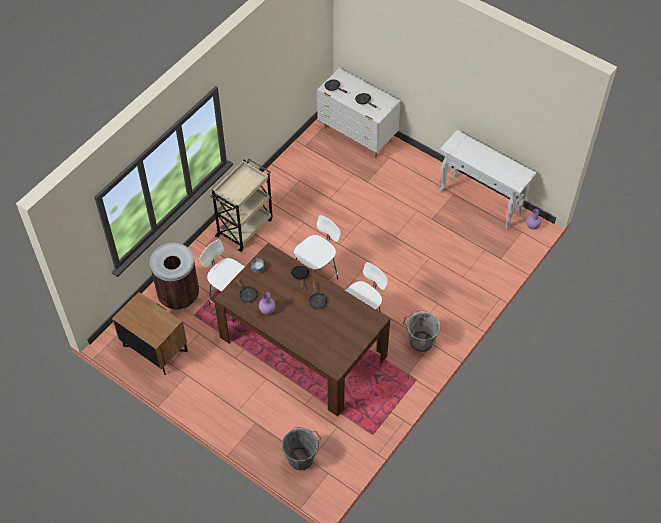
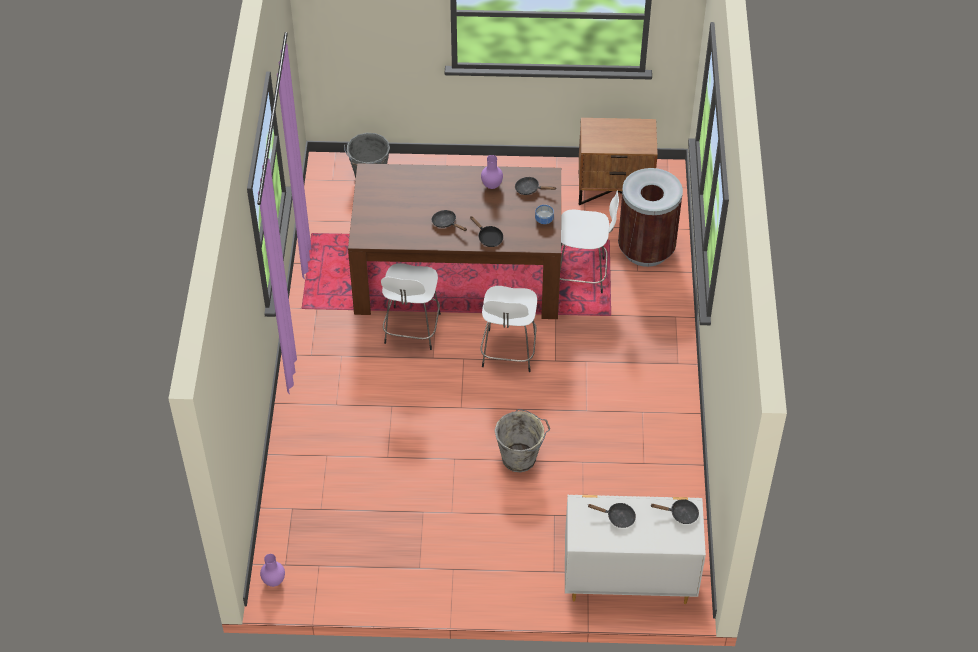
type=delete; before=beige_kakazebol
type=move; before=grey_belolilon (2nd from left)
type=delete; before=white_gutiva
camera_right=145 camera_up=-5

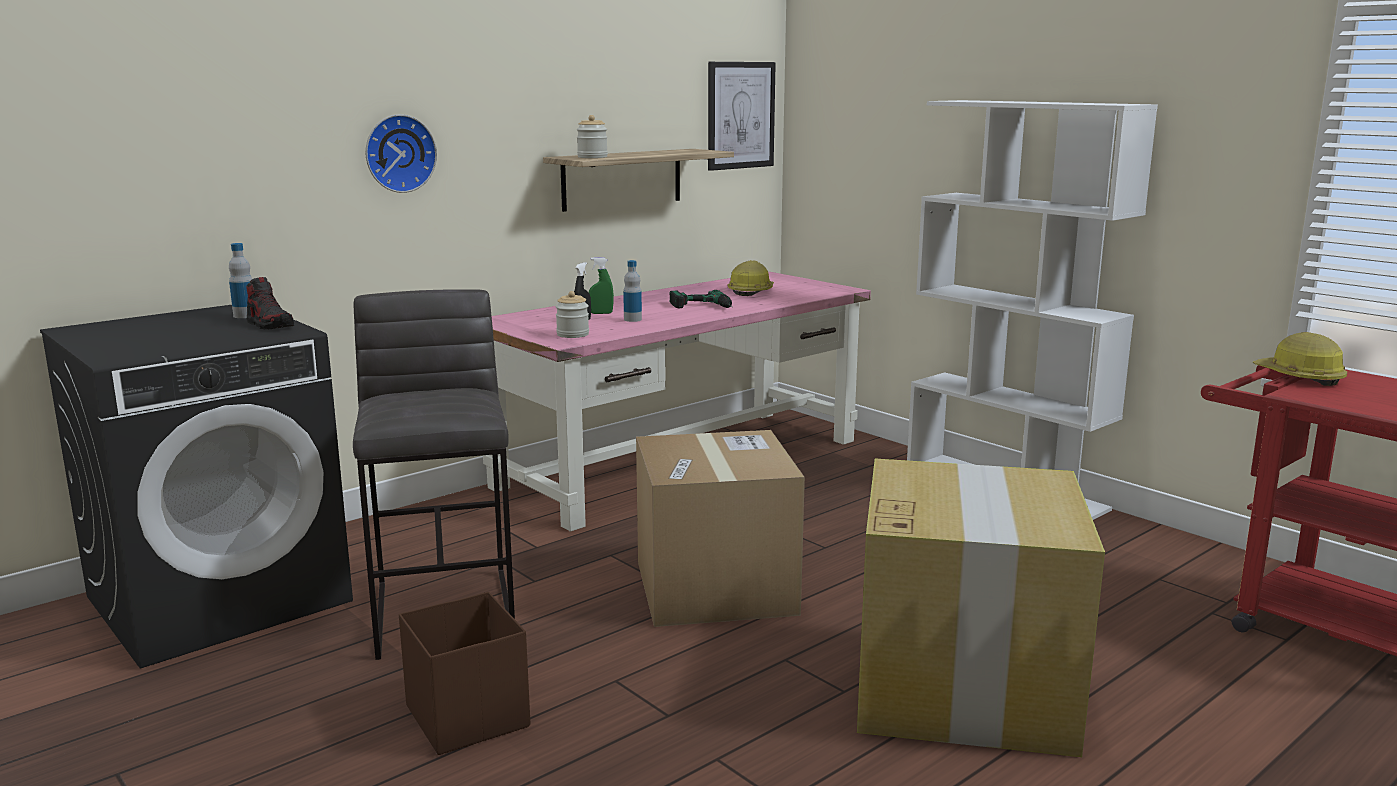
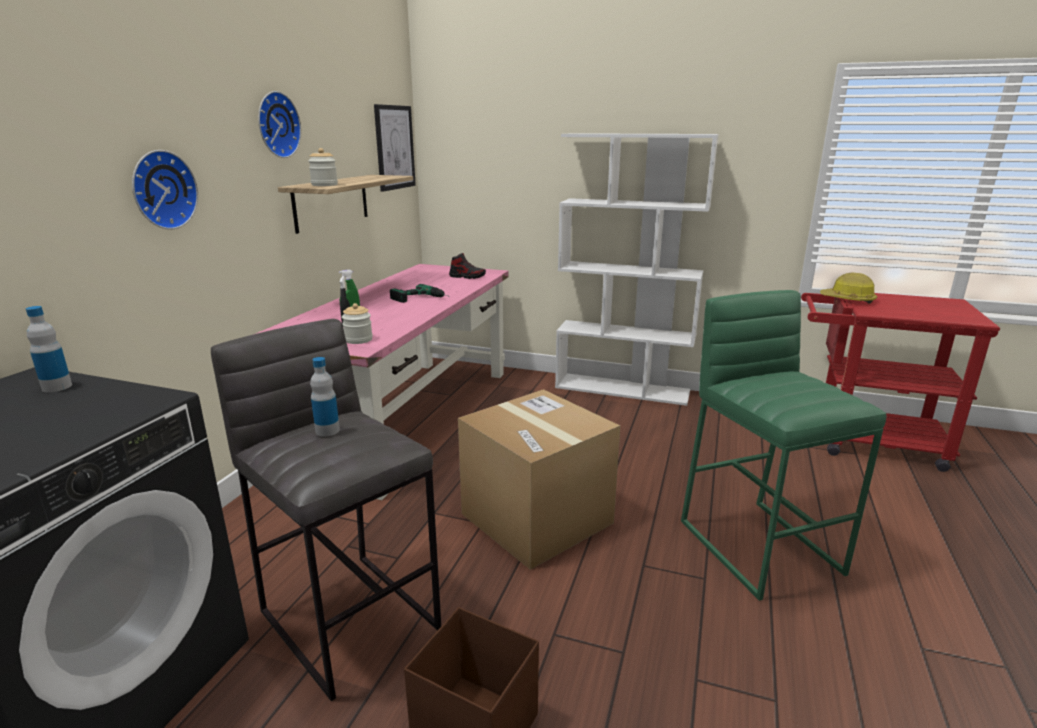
type=move; before=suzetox
type=move; before=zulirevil (2nd from left)
type=delete; before=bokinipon (1st from left)
type=replace; before=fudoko (2nd from left); after=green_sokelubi
type=insert; after=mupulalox (2nd from left)
camera_right=-30 camera_up=5

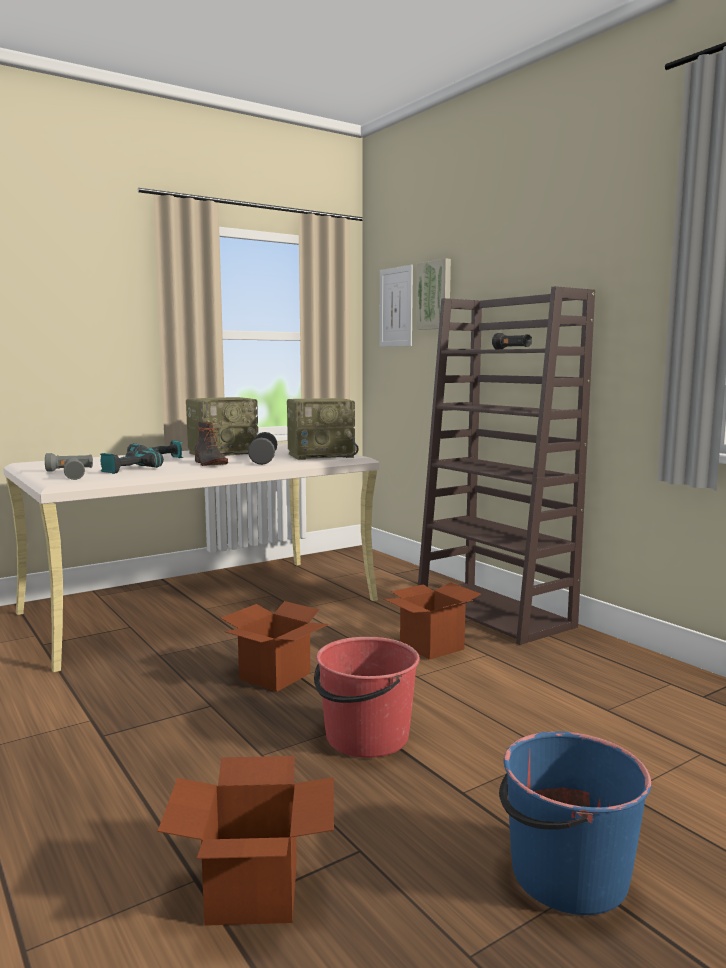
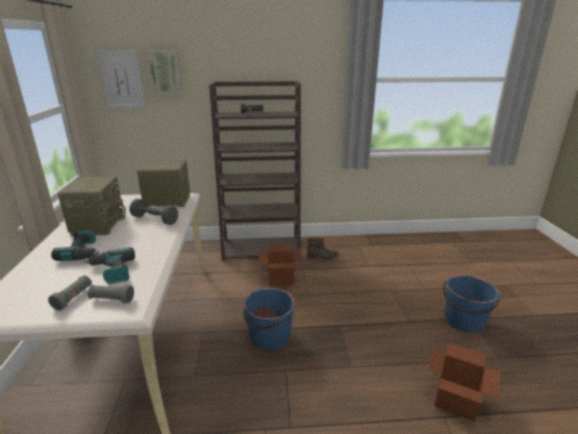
type=move; before=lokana
type=replace; before=fudoko (2nd from left); after=blue_belolilon (1st from left)
type=rotate; before=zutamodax (2nd from left); turn=-105
type=delete; before=red_belolilon
camera_right=-60 camera_up=15

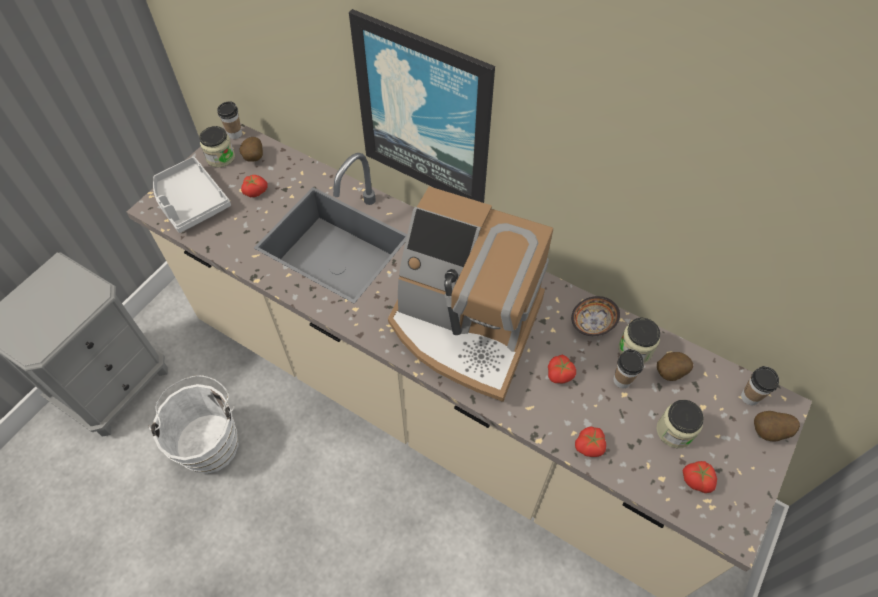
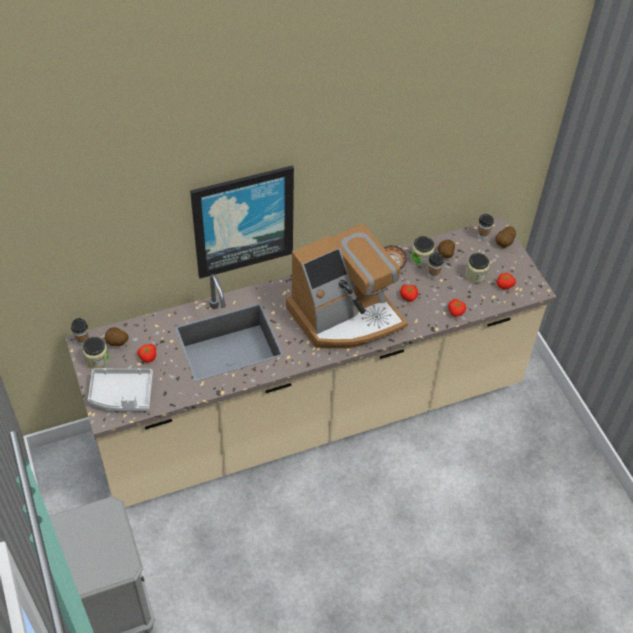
type=delete; before=white_belolilon
camera_right=-55 camera_up=-5

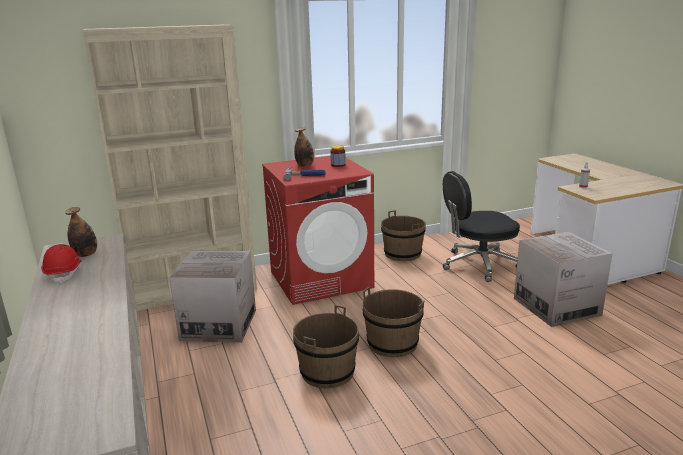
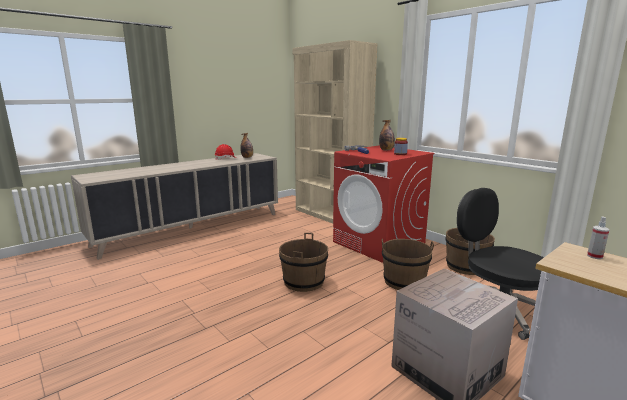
type=delete; before=fudoko (1st from left)
type=move; before=brown_belolilon (1st from left in the first image); after=brown_belolilon (2nd from left)
camera_right=70 camera_up=-5

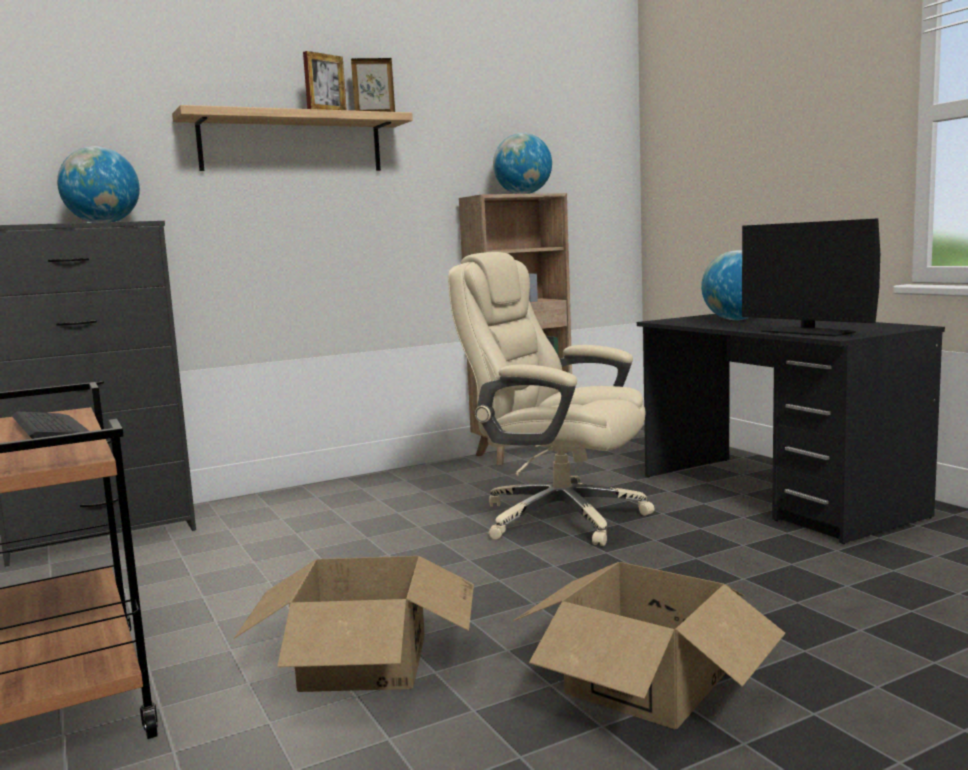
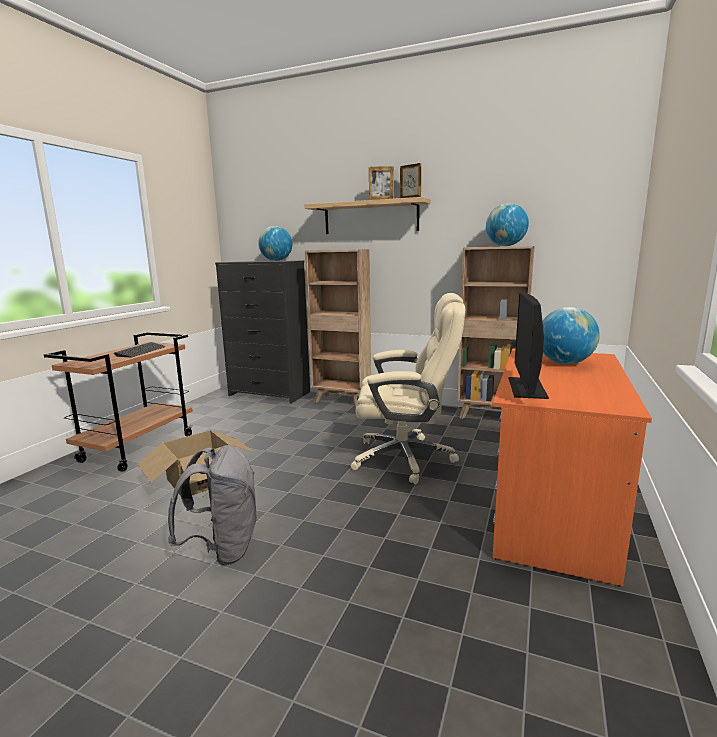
type=rotate; before=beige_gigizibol; turn=105
type=replace; before=fudoko (2nd from left); after=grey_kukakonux
type=recolor; before=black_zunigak; after=orange_zunigak
type=insert; after=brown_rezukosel (1st from left)
camera_right=50 camera_up=5

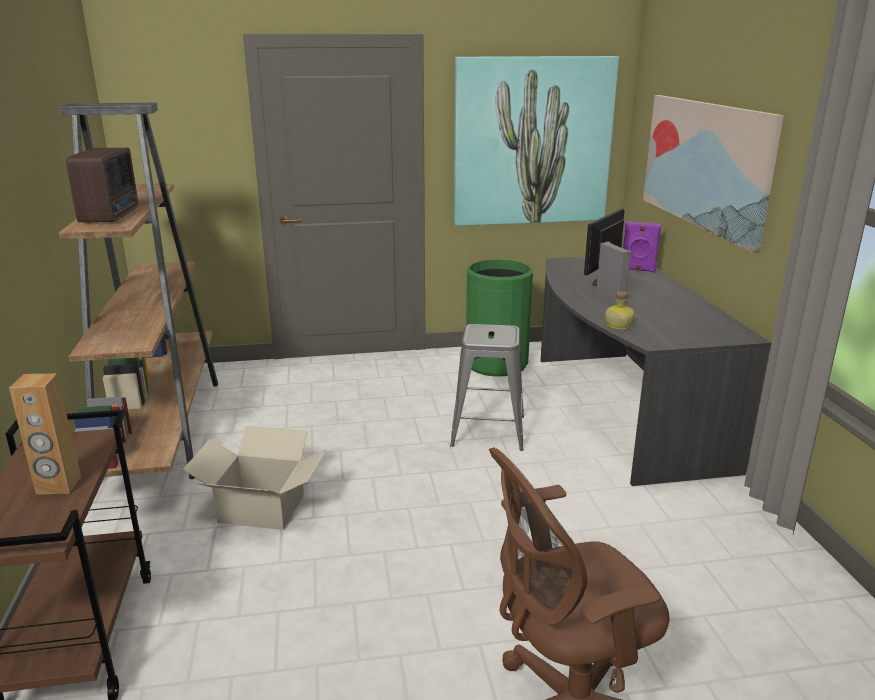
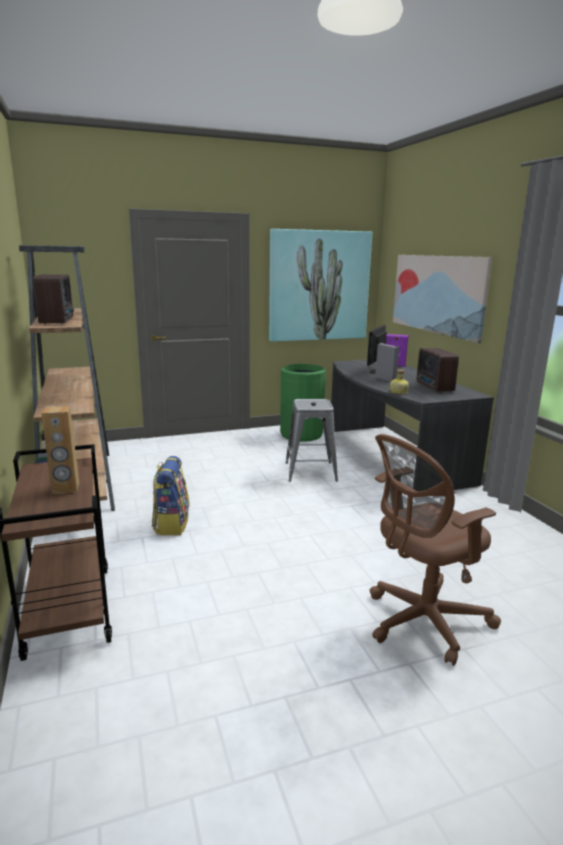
type=replace; before=fudoko; after=kukakonux
type=insert; after=zutamodax (2nd from left)
camera_right=-10 camera_up=-5

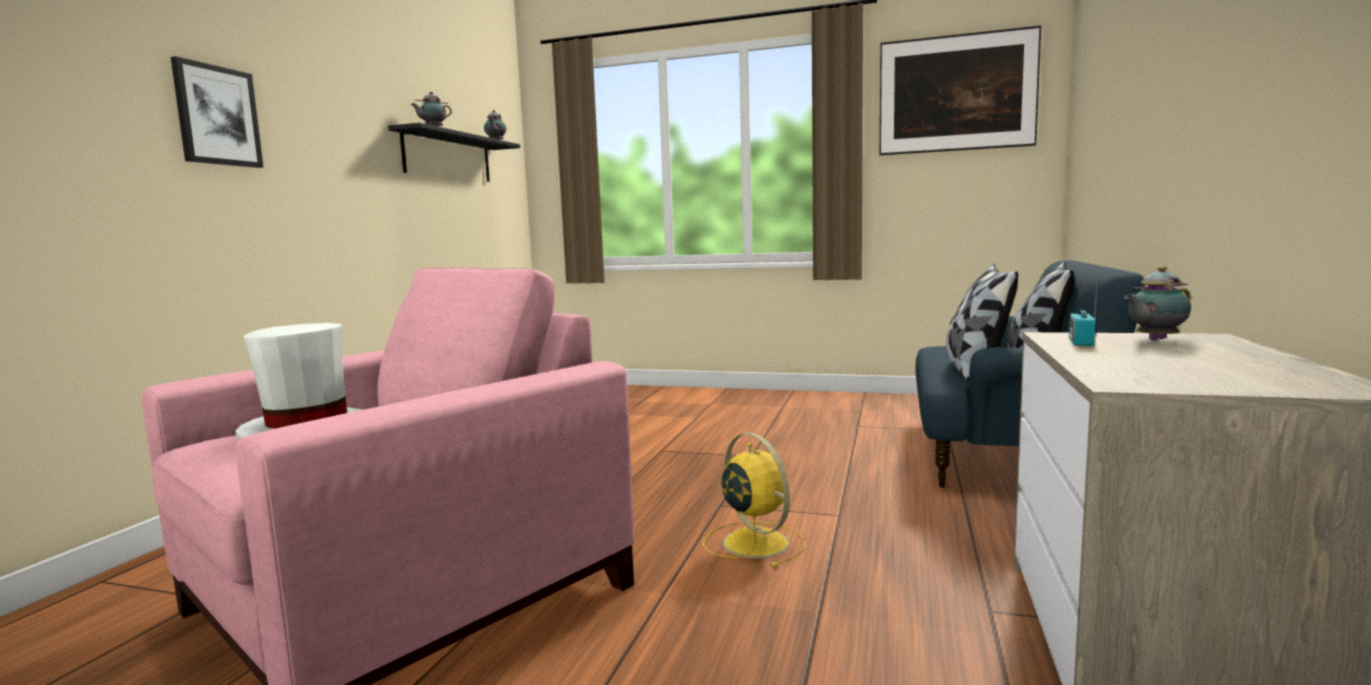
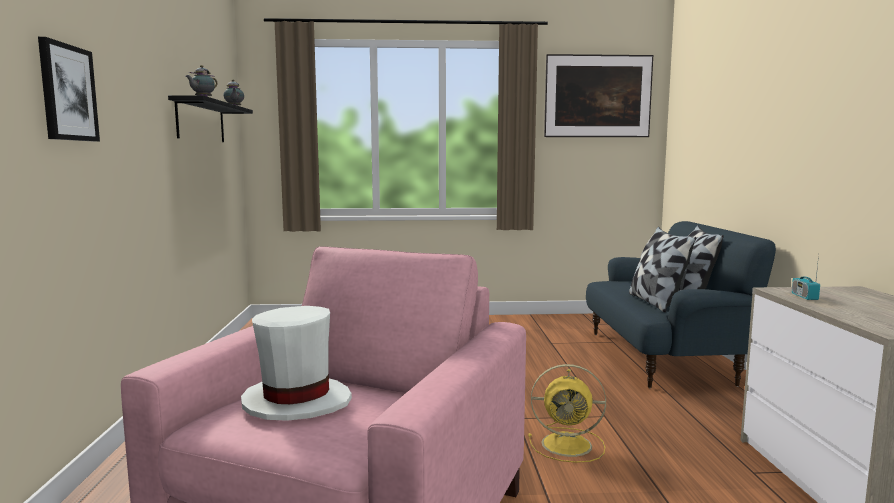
type=rotate; before=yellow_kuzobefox; turn=150
type=delete; before=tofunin (3rd from left)
camera_right=-20 camera_up=0

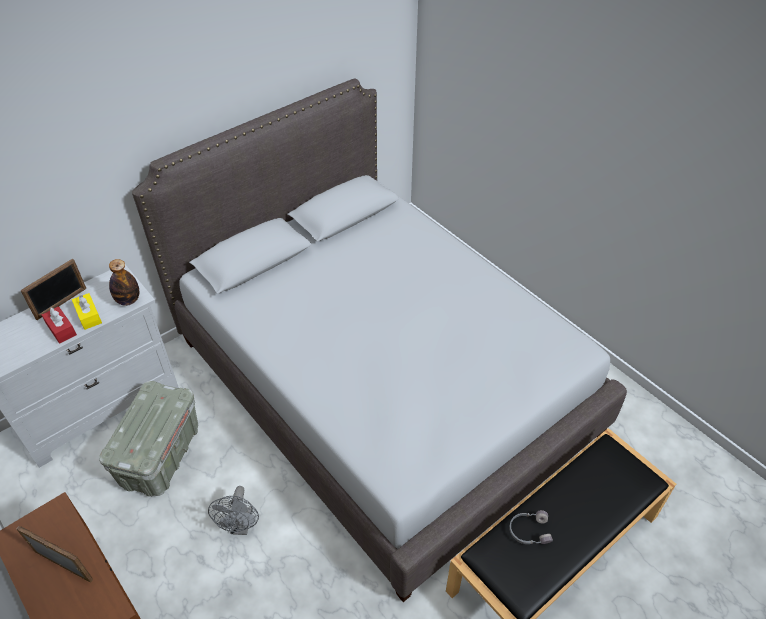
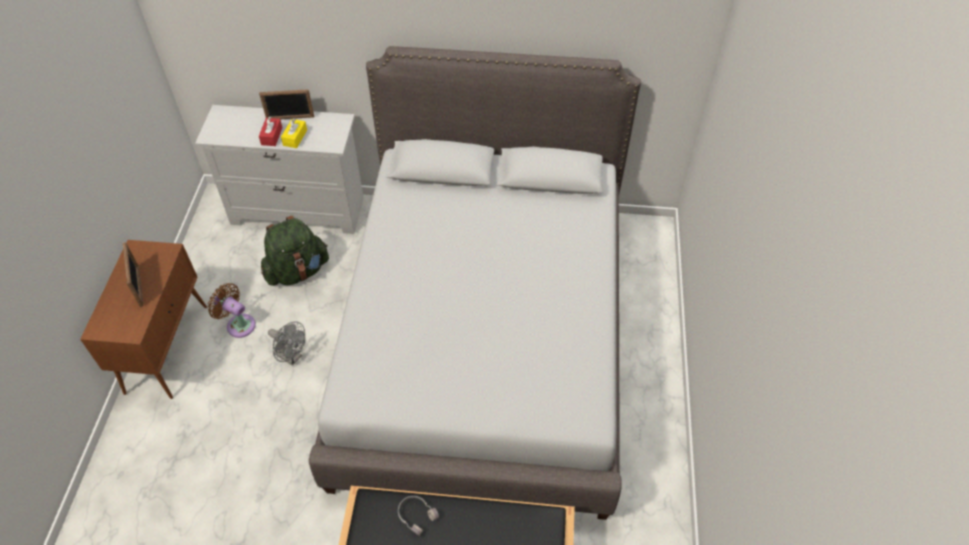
type=replace; before=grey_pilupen; after=green_kukakonux
type=delete; before=zulirevil
type=rotate; before=grey_kuzobefox; turn=-105
type=insert; after=brown_kuzobefox
camera_right=45 camera_up=5

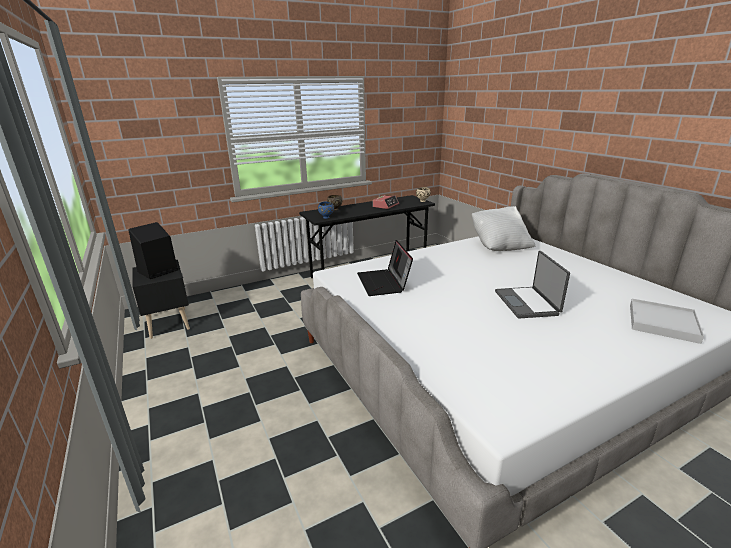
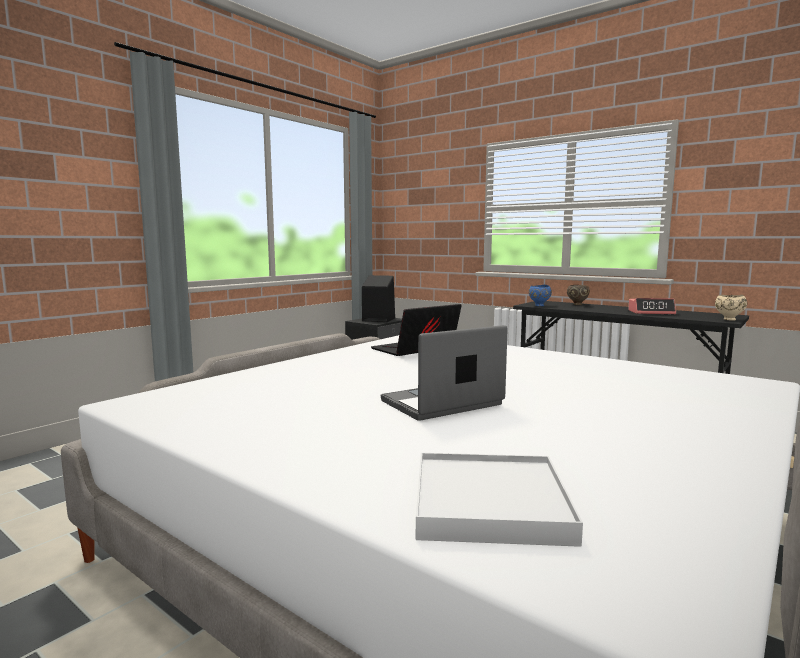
type=delete; before=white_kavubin
camera_right=65 camera_up=-15

